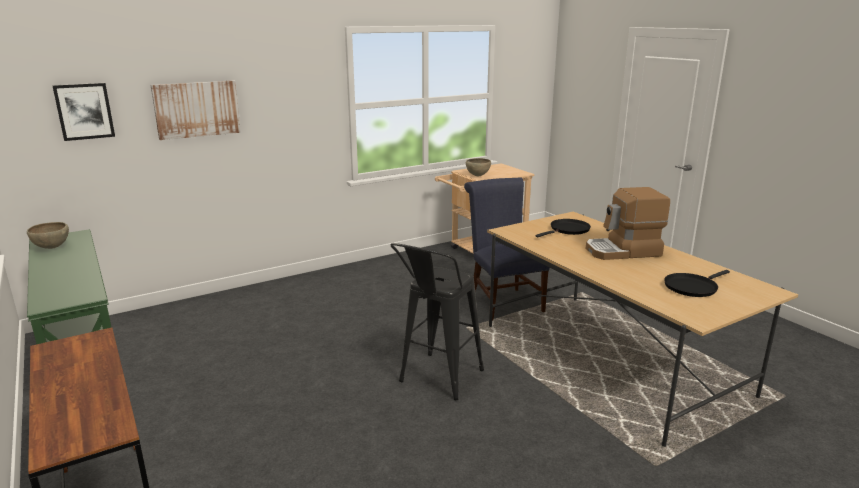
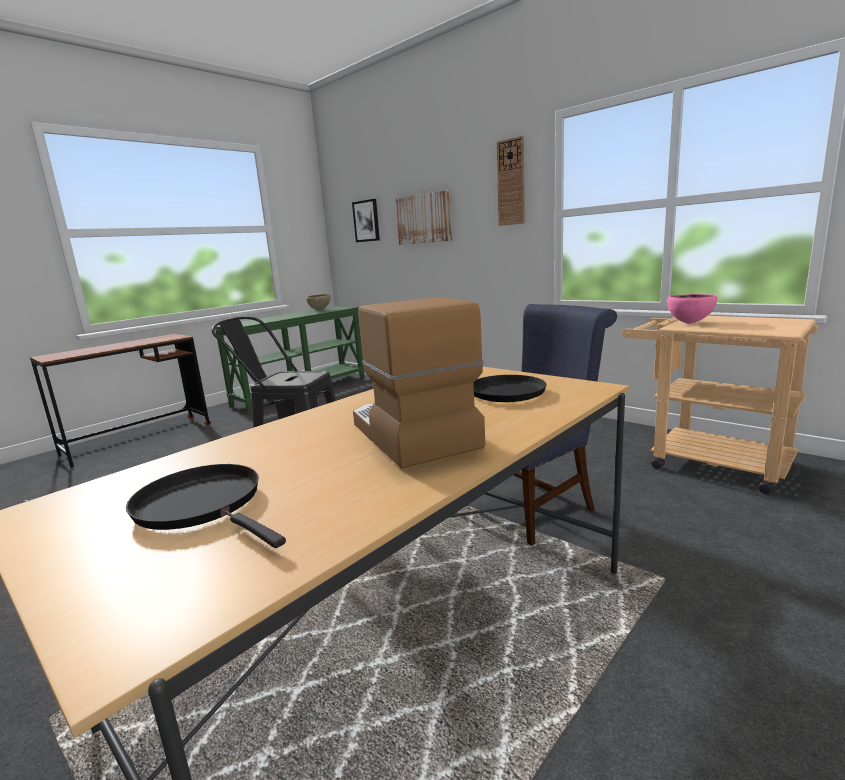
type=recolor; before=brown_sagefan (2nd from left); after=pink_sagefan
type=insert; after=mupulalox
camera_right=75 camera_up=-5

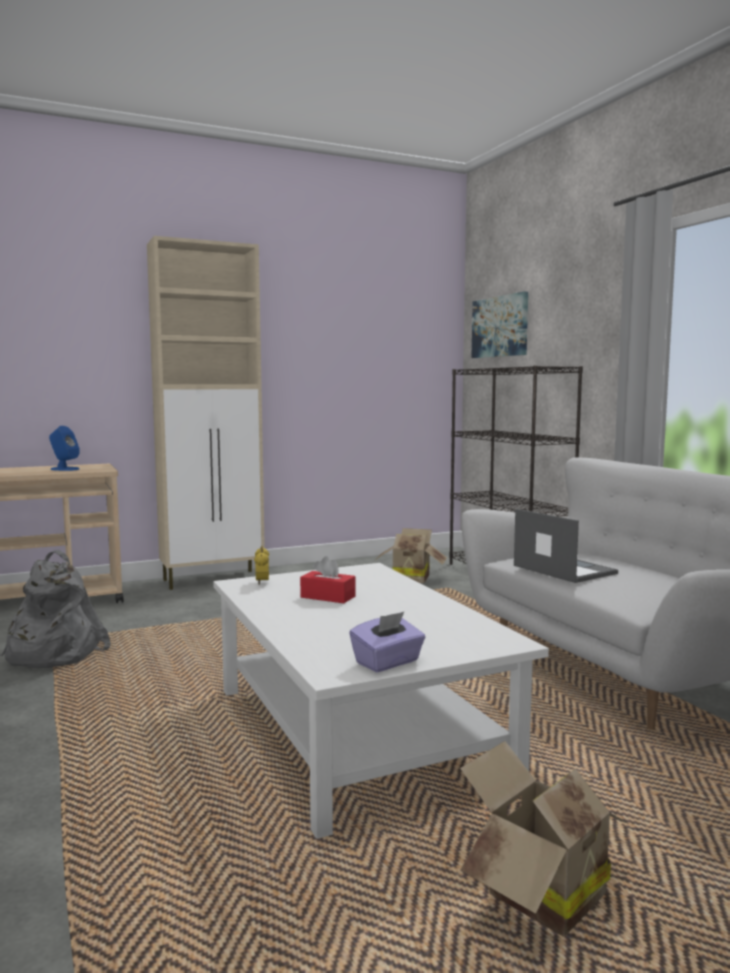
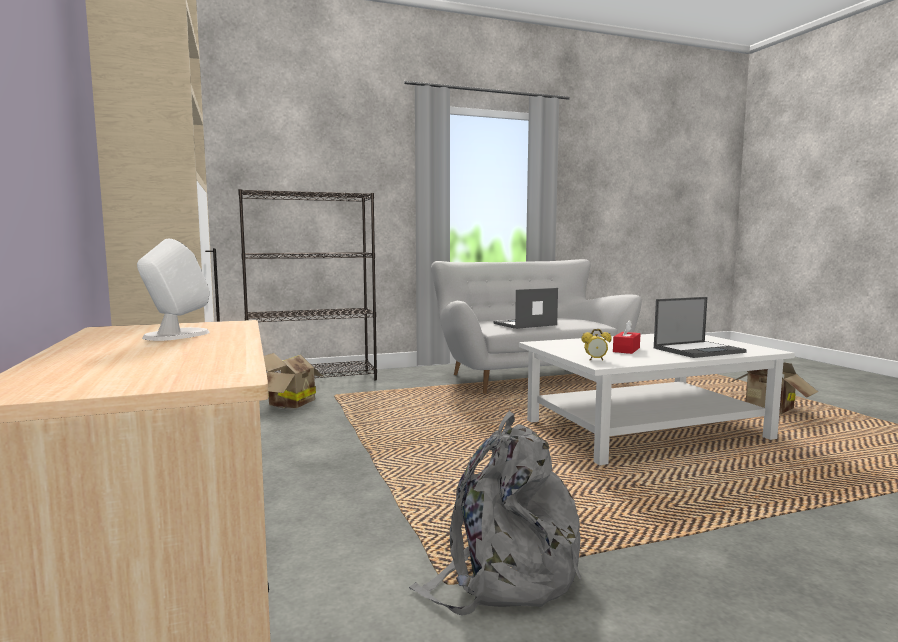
type=recolor; before=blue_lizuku; after=white_lizuku
type=delete; before=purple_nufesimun
type=delete; before=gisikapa
type=insert; after=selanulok (2nd from left)
camera_right=-85 camera_up=0

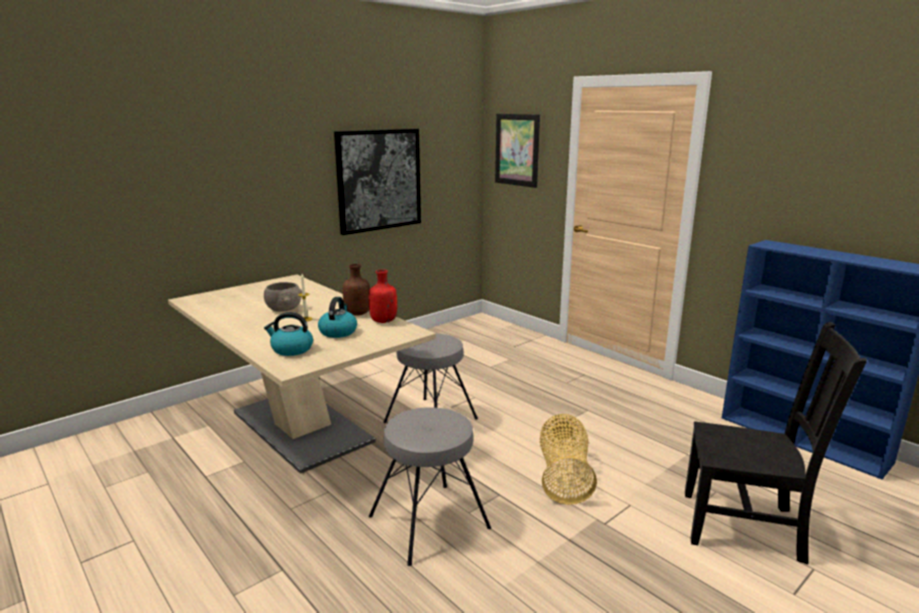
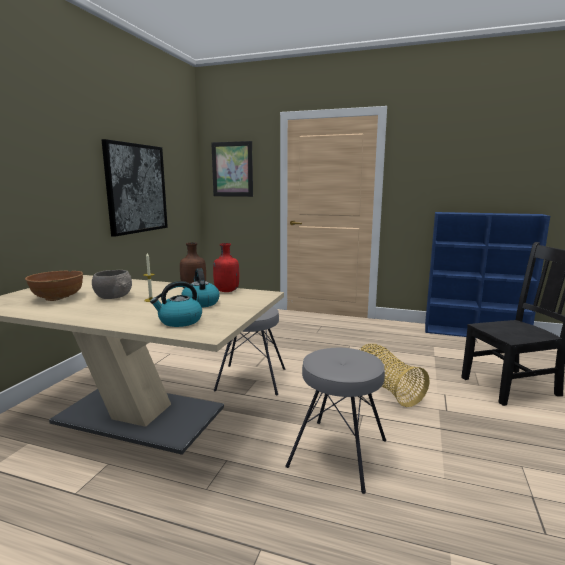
type=insert; after=brown_sagefan
camera_right=-30 camera_up=-5

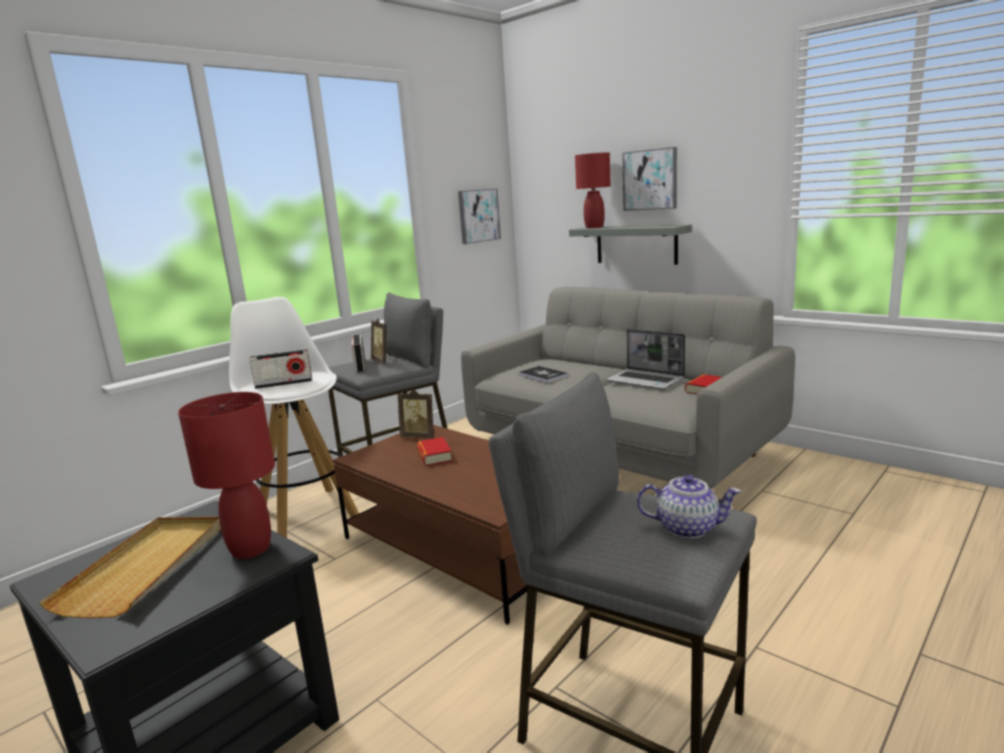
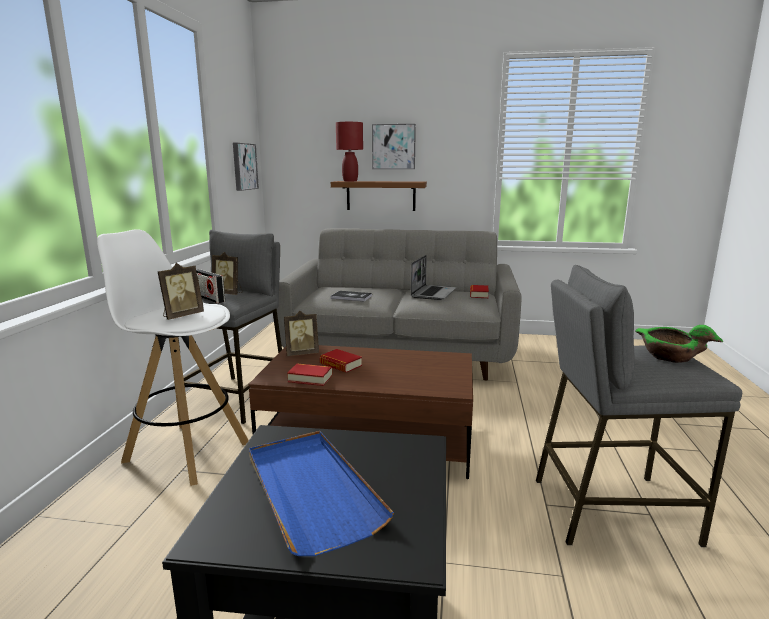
type=recolor; before=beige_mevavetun; after=blue_mevavetun
type=delete; before=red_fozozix (1st from left)
type=replace; before=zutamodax (1st from left); after=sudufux (1st from left)
type=recolor; before=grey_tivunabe; after=brown_tivunabe
type=rotate; before=selanulok; turn=-75
type=replace; before=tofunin; after=green_sagefan
type=insert; after=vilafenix (1st from left)
camera_right=-35 camera_up=0

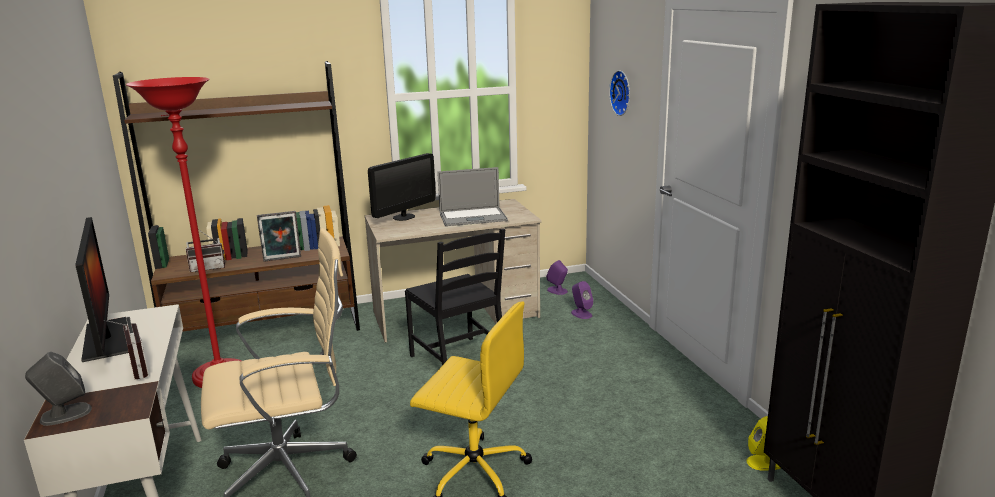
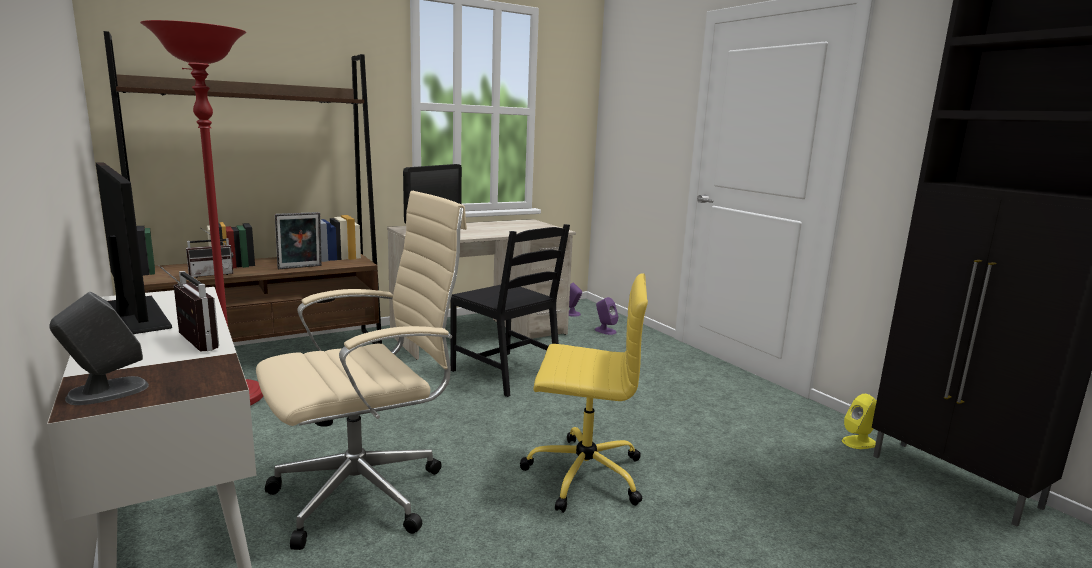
type=delete; before=selanulok
type=delete; before=mupulalox
camera_right=-15 camera_up=-5

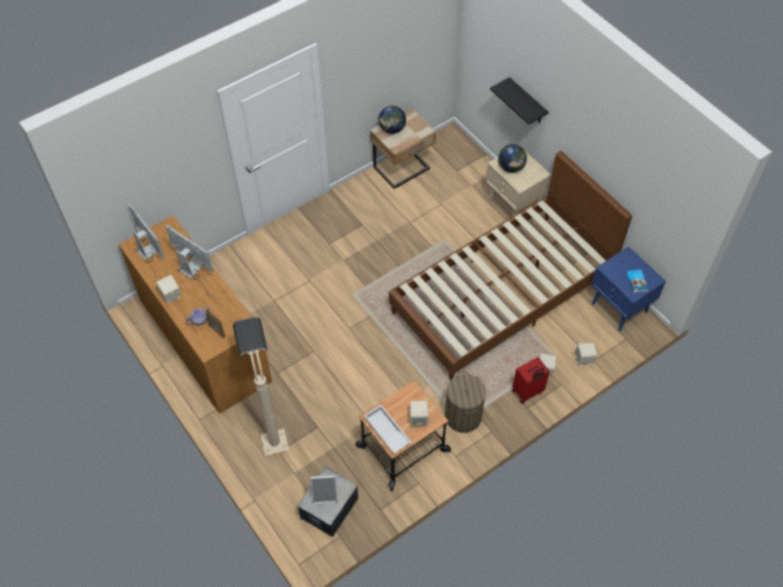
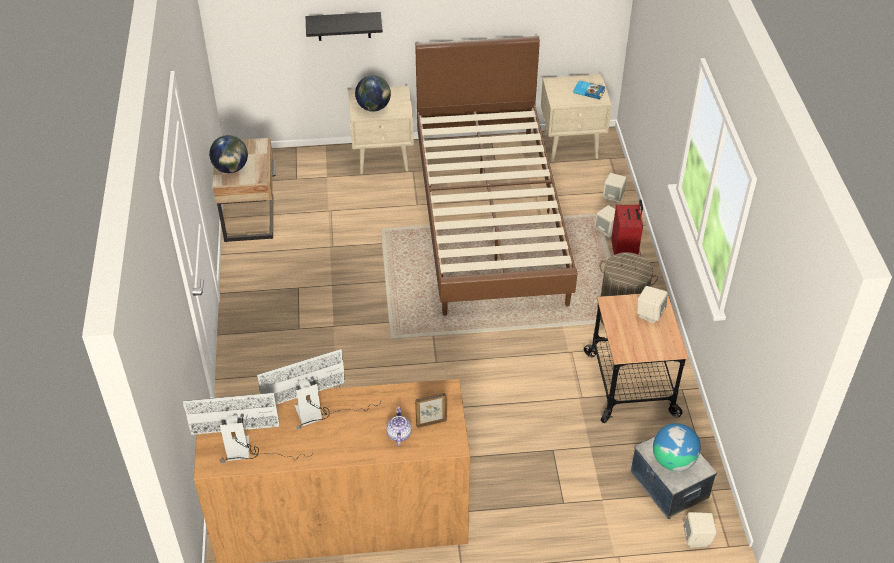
type=move; before=beige_lizuku (1st from left in the first image); after=beige_lizuku (4th from left)
type=delete; before=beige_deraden
type=replace; before=sudufux (2nd from left); after=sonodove (3rd from left)
type=delete; before=white_mevavetun
type=recolor; before=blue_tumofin; after=beige_tumofin (3rd from left)
camera_right=-60 camera_up=-10

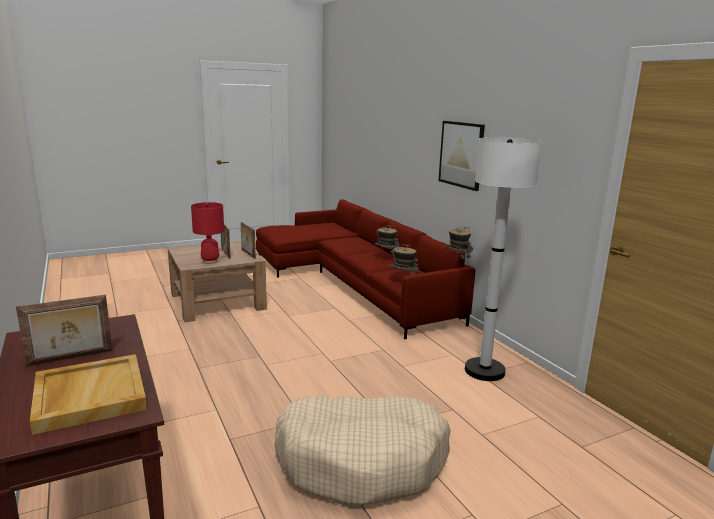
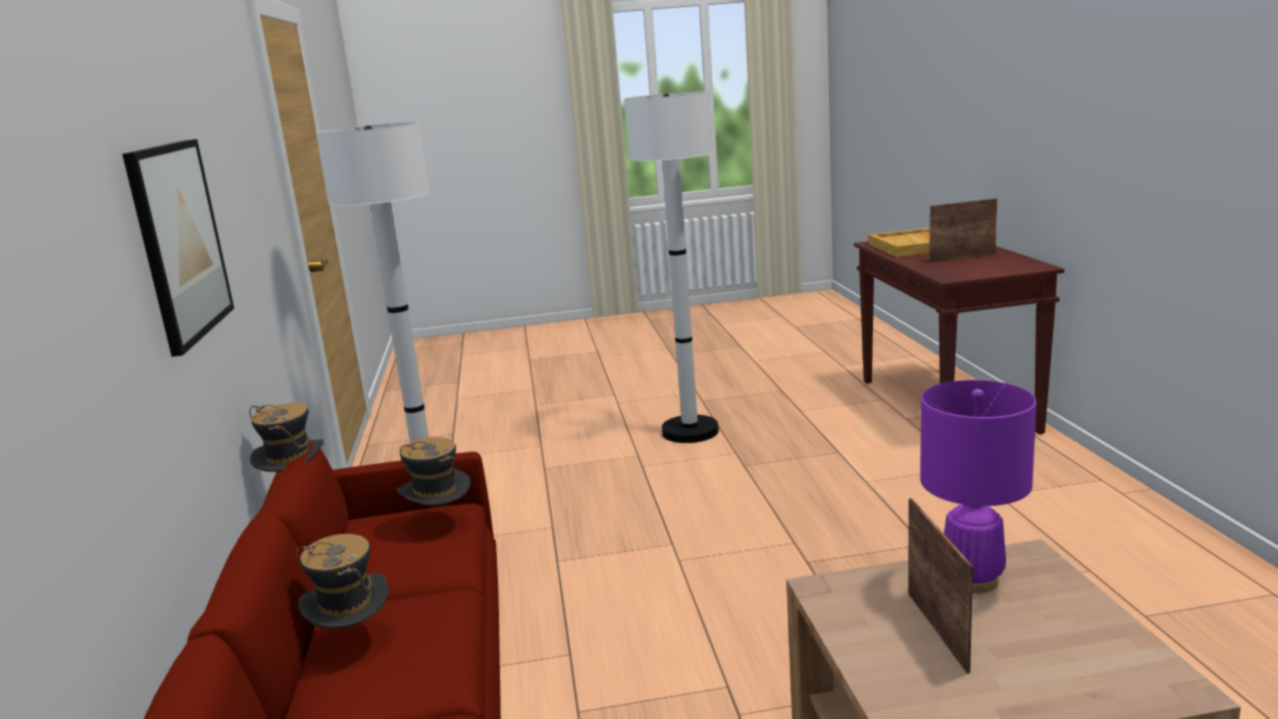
type=recolor; before=red_fozozix; after=purple_fozozix
type=delete; before=sudufux (3rd from left)
type=replace; before=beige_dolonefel; after=white_deraden (2nd from left)
camera_right=-160 camera_up=0

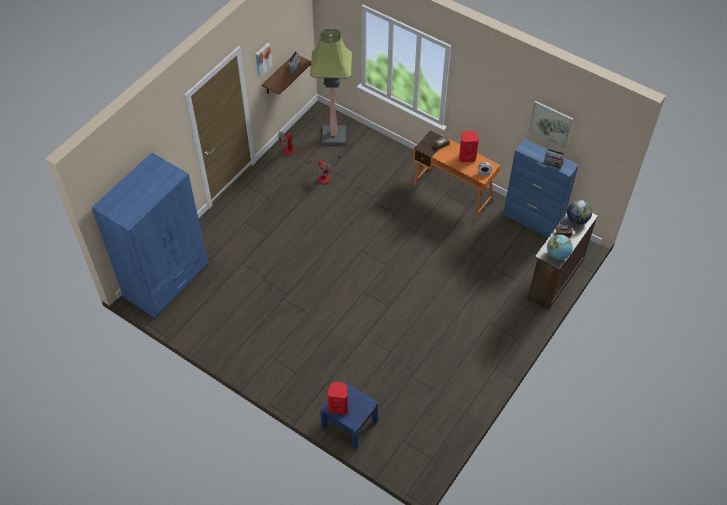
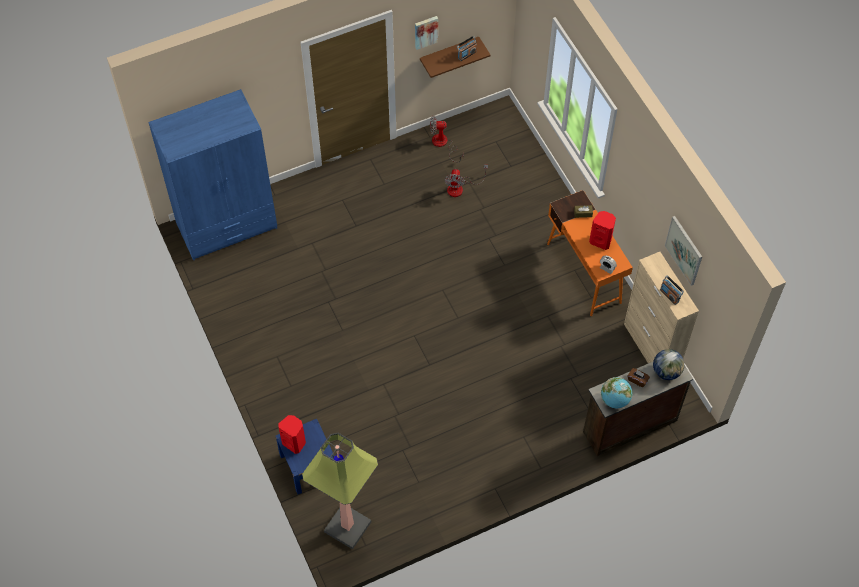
type=move; before=deraden
type=recolor; before=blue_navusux; after=beige_navusux
camera_right=30 camera_up=5

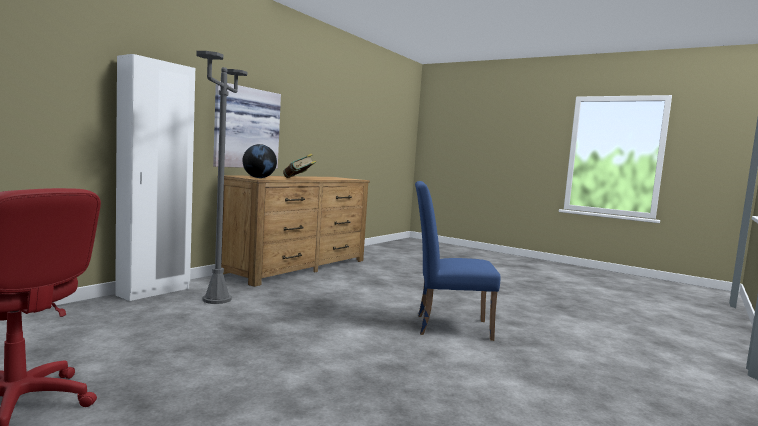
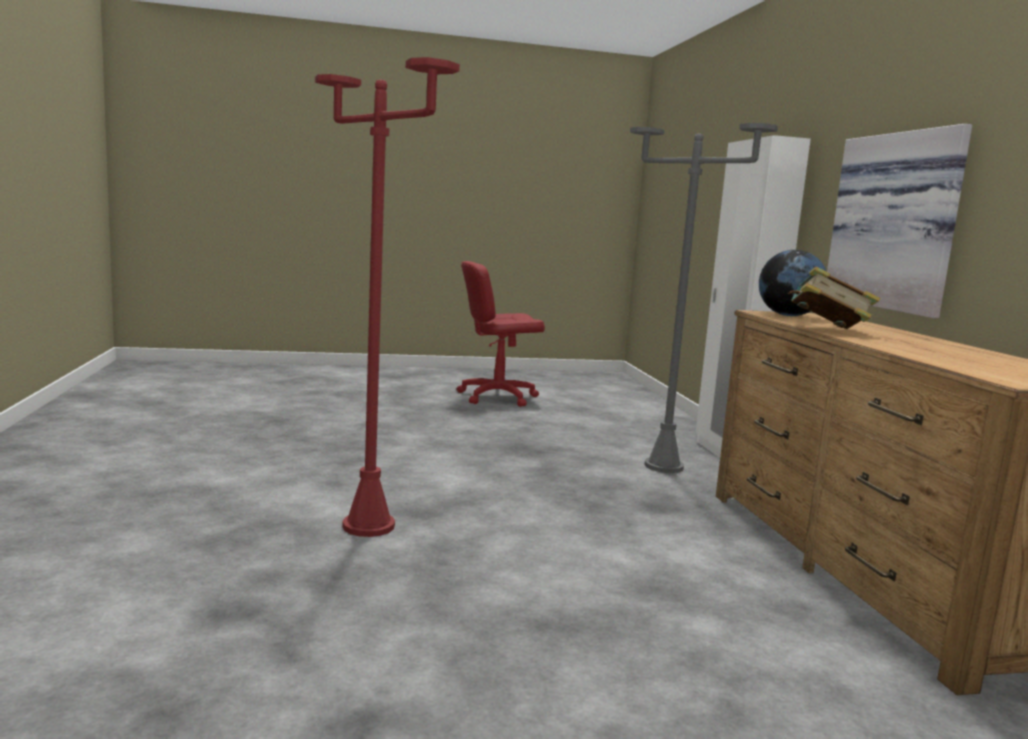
type=replace; before=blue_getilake; after=red_deraden
camera_right=135 camera_up=5

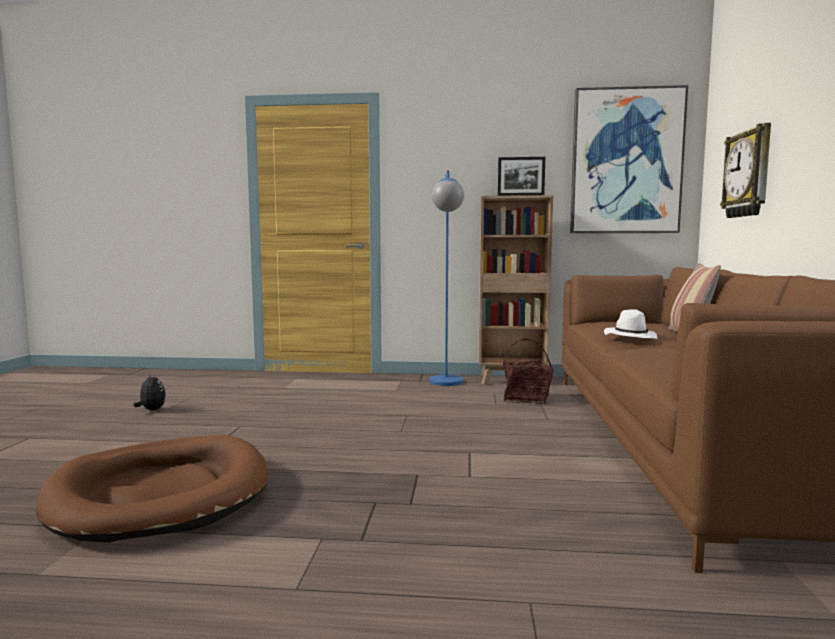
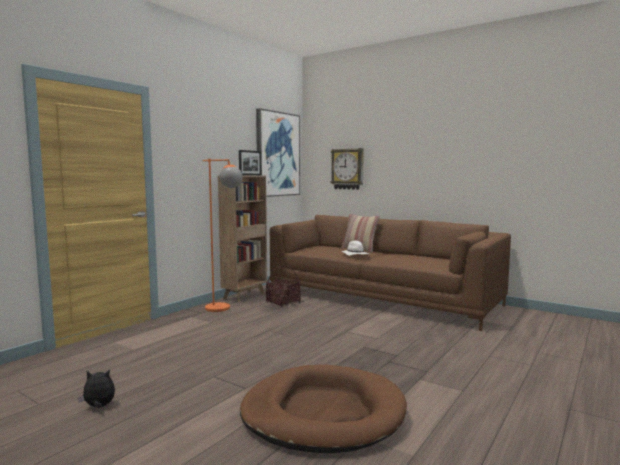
type=recolor; before=blue_deraden; after=orange_deraden
camera_right=-60 camera_up=0

